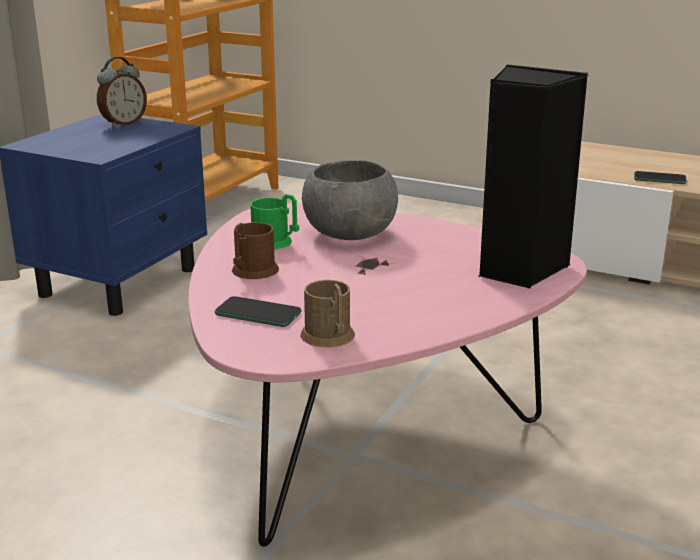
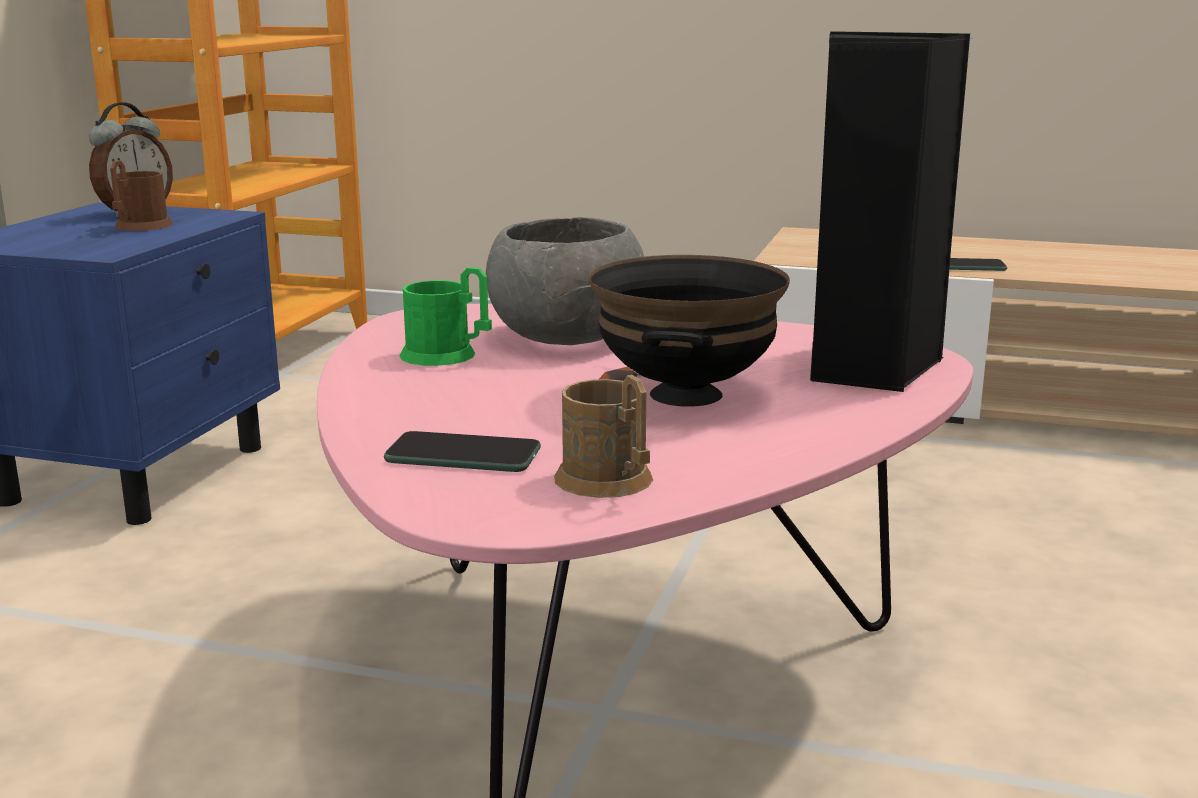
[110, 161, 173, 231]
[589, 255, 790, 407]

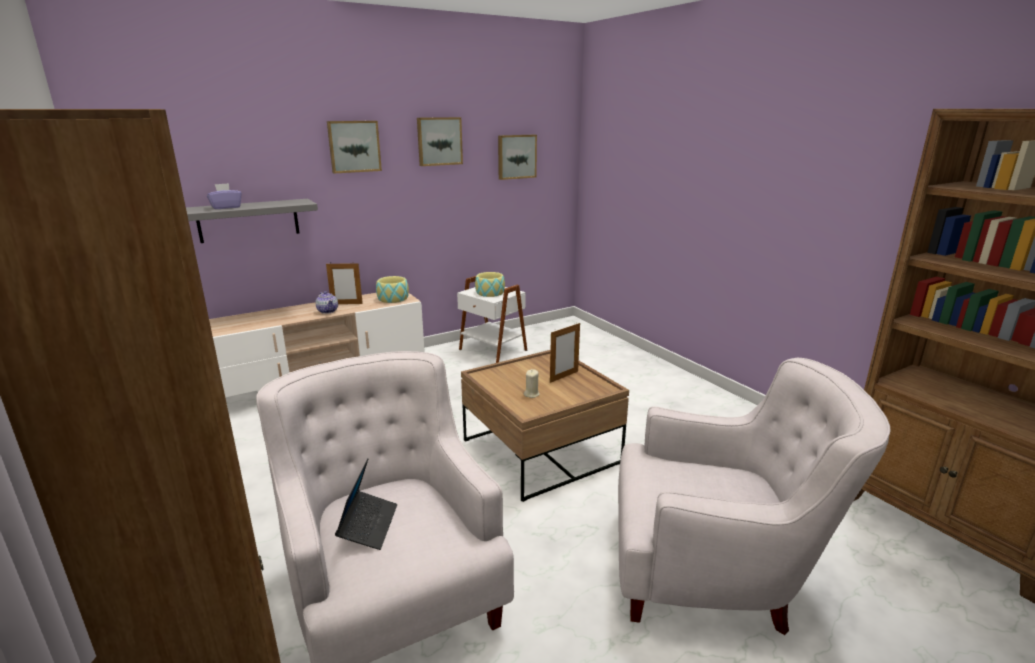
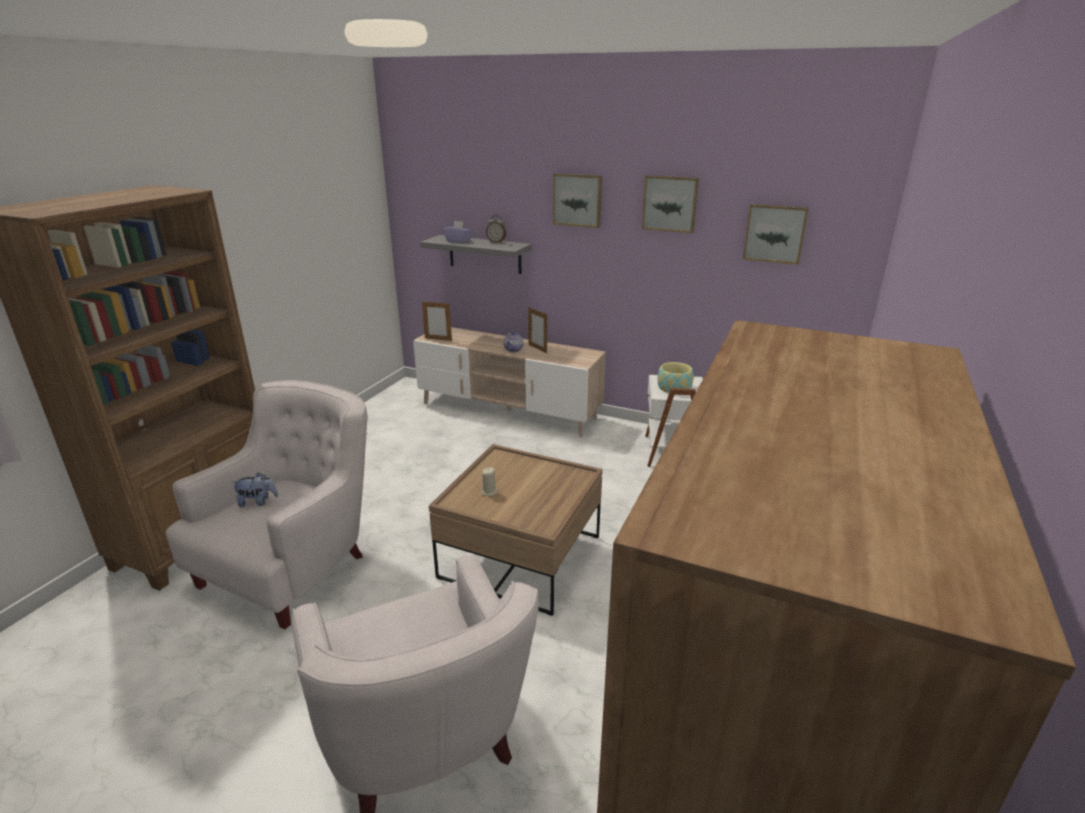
[233, 472, 278, 507]
[422, 300, 452, 341]
[486, 215, 506, 243]
[376, 276, 409, 303] (first image)

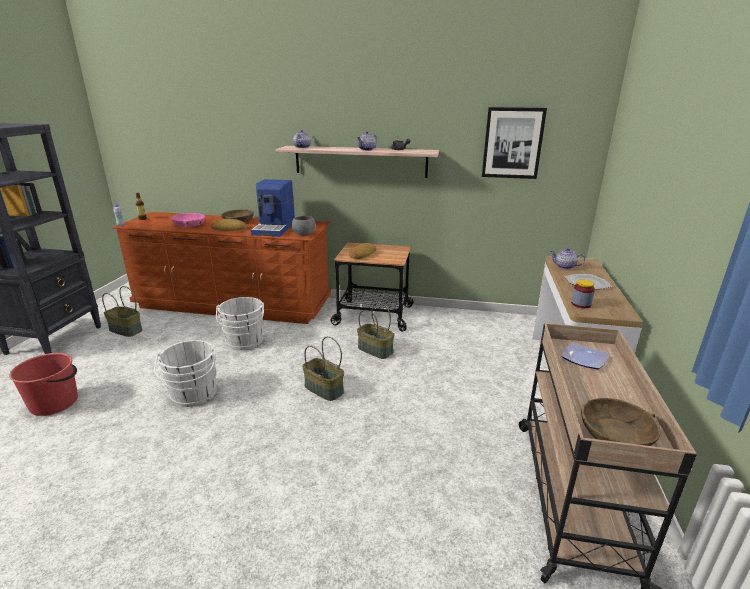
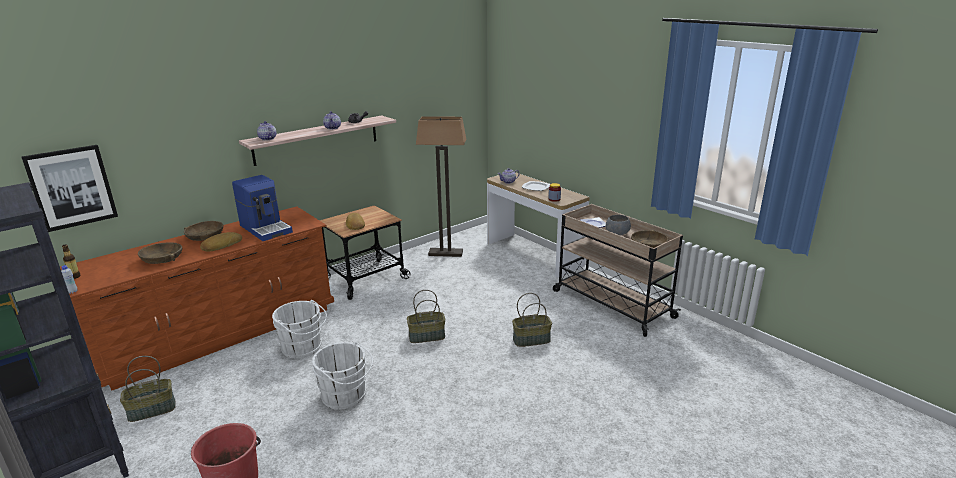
[21, 145, 118, 232]
[138, 242, 182, 264]
[416, 116, 466, 257]
[512, 293, 552, 347]
[606, 215, 631, 236]

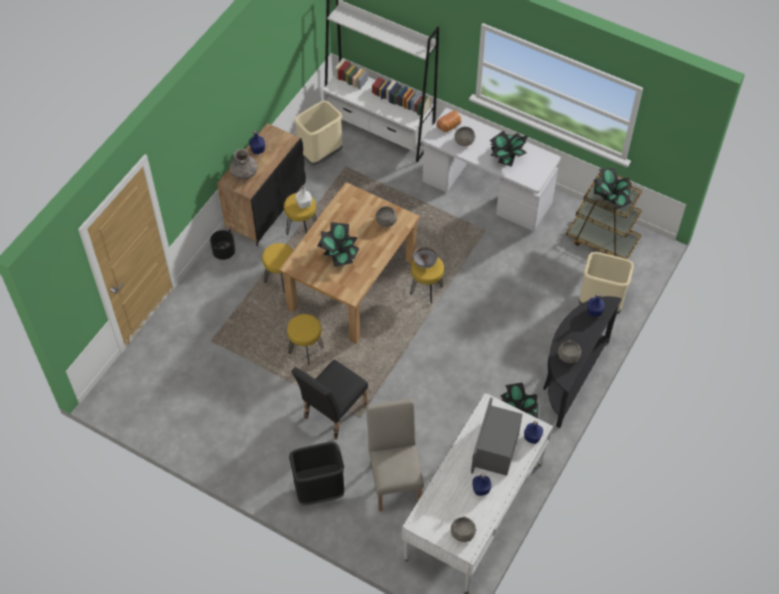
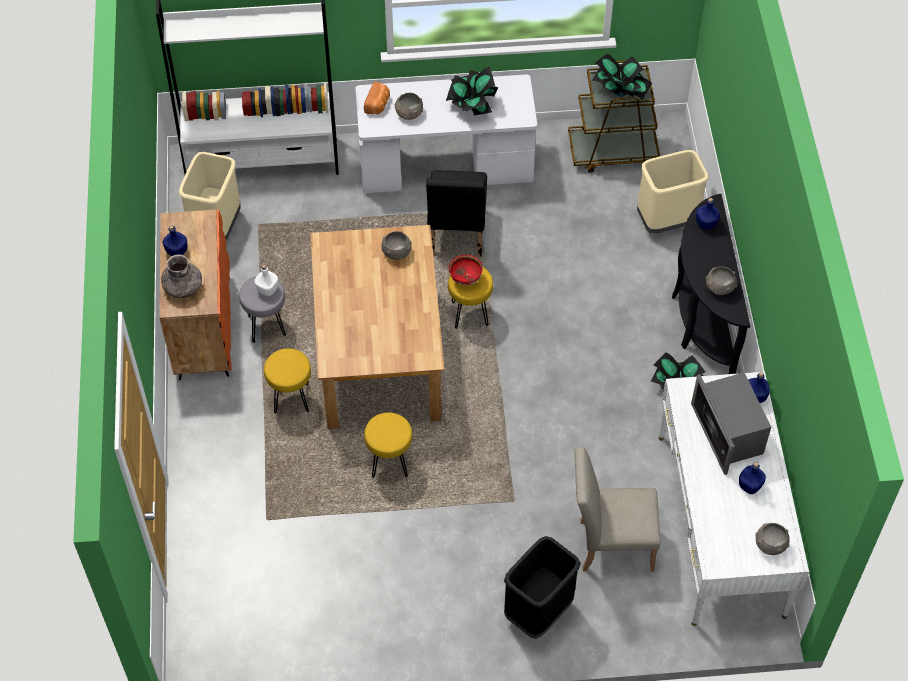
[159, 209, 231, 380]
[239, 276, 286, 343]
[426, 170, 487, 257]
[449, 255, 483, 285]
[575, 447, 661, 571]
[210, 230, 235, 260] (first image)
[318, 222, 359, 267] (first image)

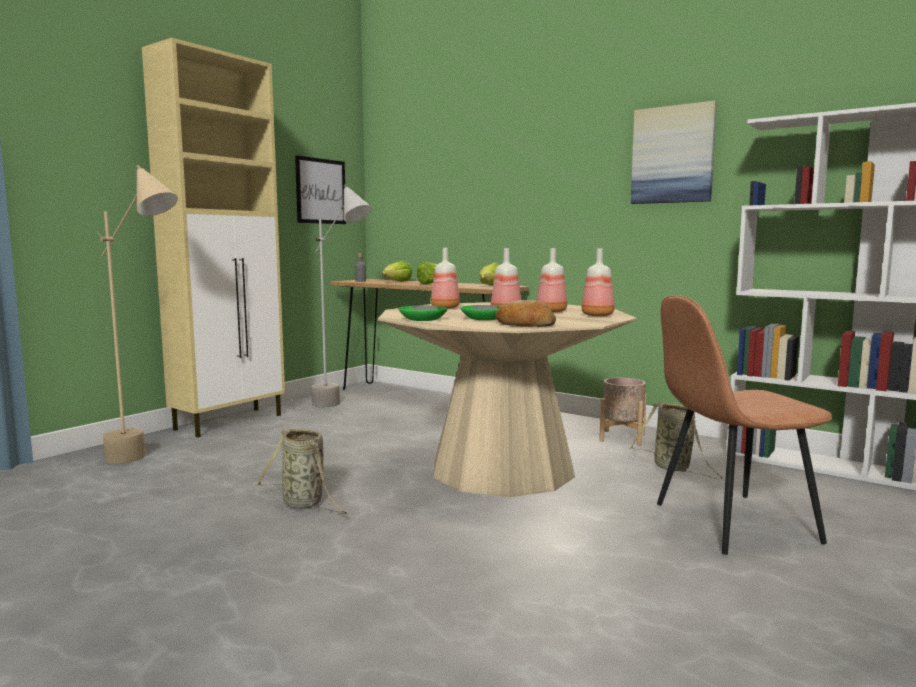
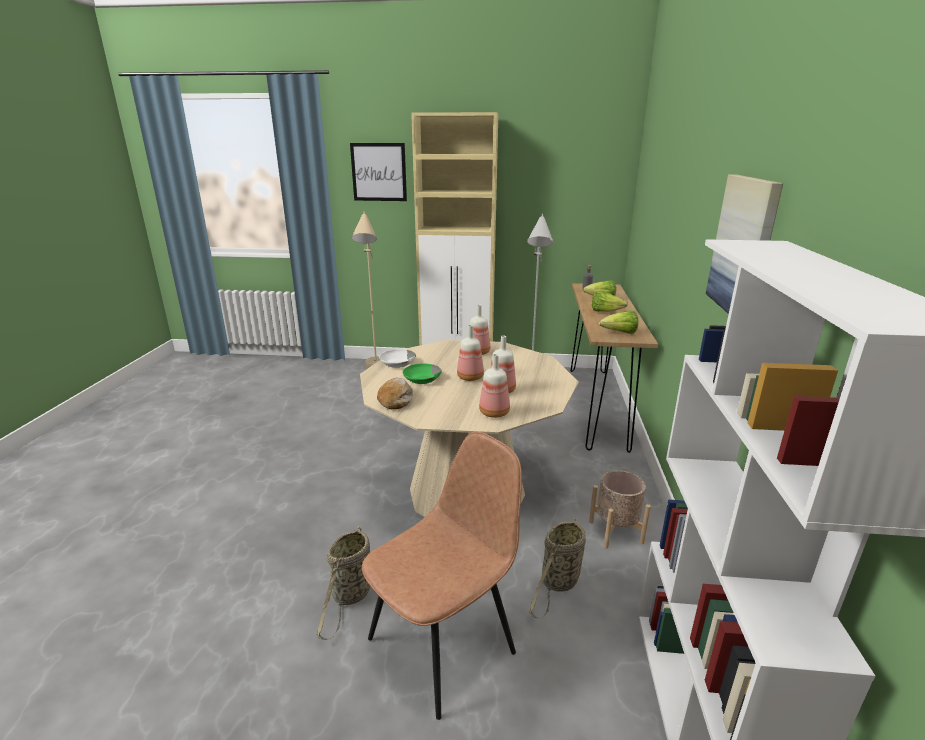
[317, 525, 370, 640]
[350, 143, 407, 201]
[362, 432, 522, 720]
[379, 349, 416, 368]

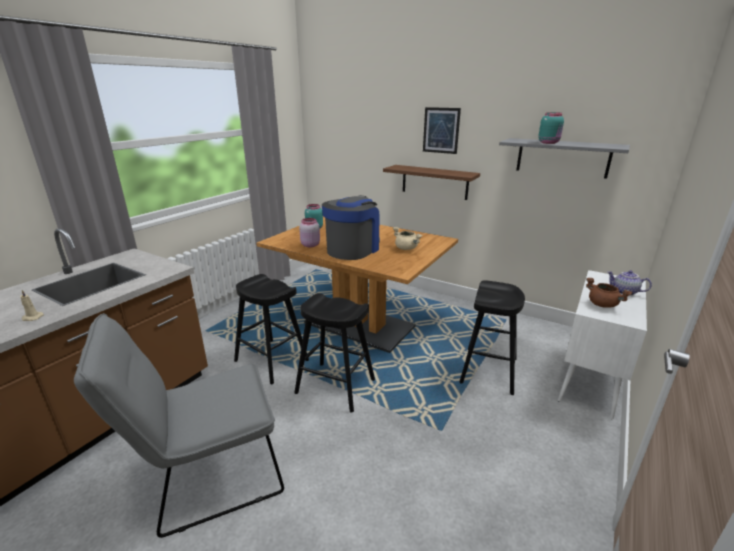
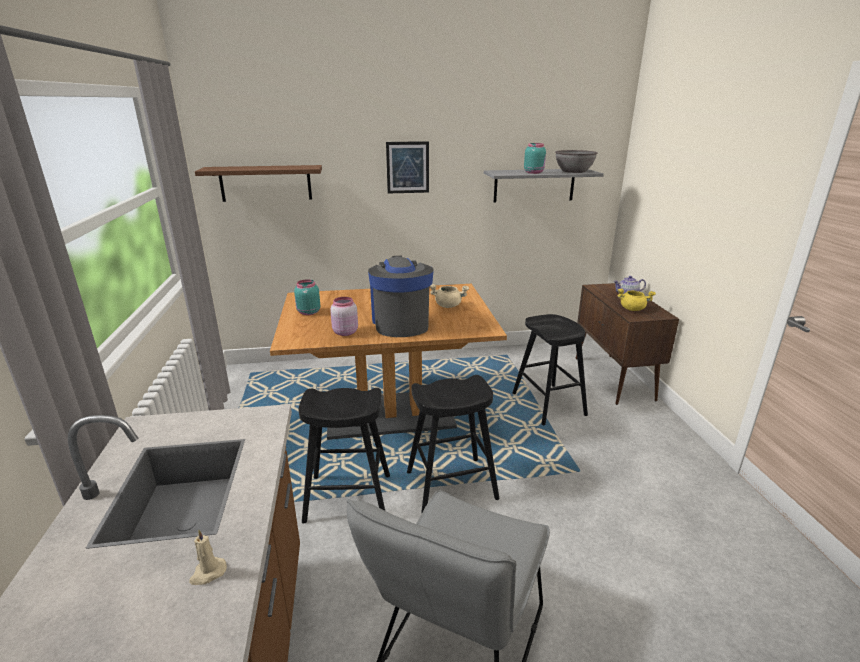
[195, 165, 322, 202]
[555, 150, 598, 173]
[575, 283, 679, 405]
[618, 289, 656, 311]

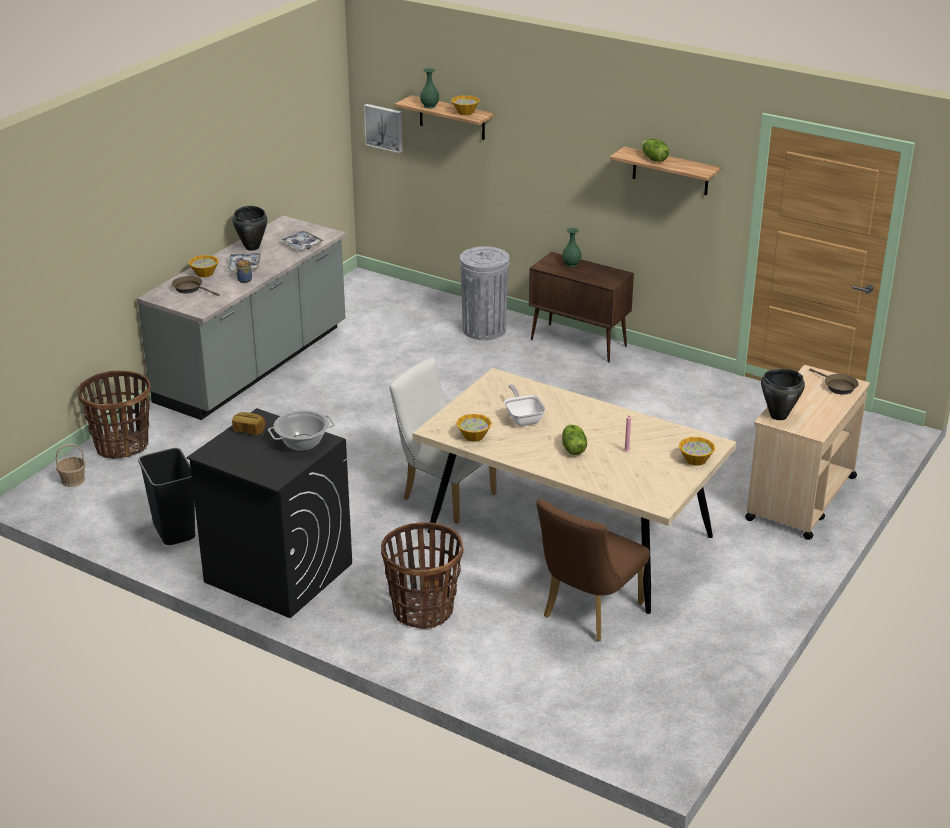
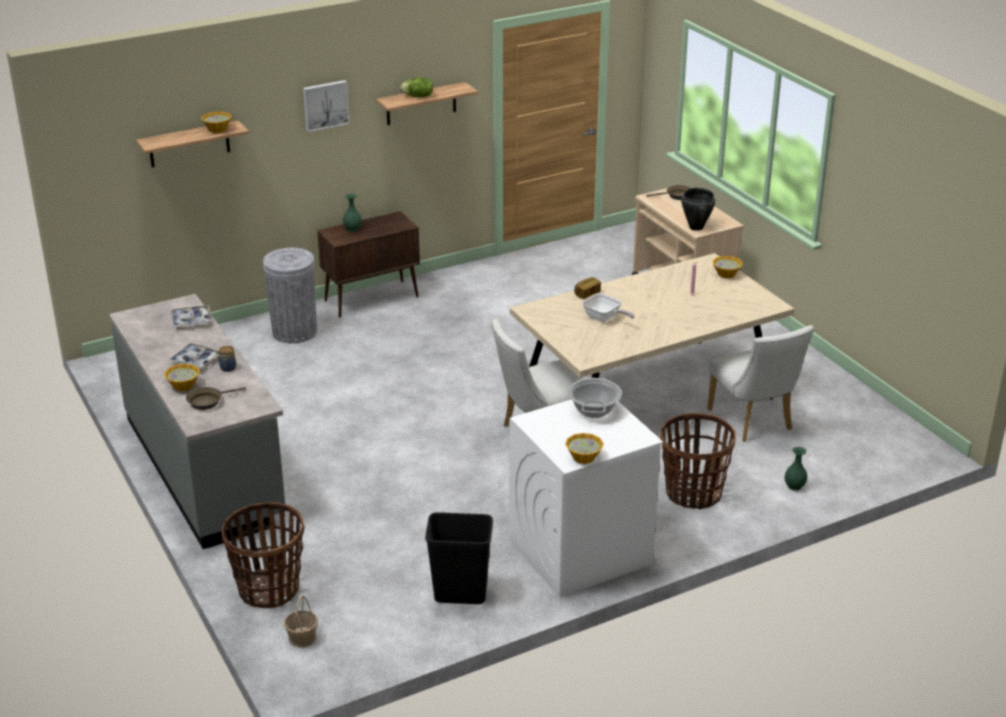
[303, 80, 350, 132]
[509, 400, 663, 598]
[565, 433, 604, 464]
[574, 277, 601, 299]
[582, 293, 635, 322]
[707, 325, 814, 442]
[784, 447, 807, 491]
[232, 206, 268, 251] (first image)
[562, 424, 587, 455] (first image)

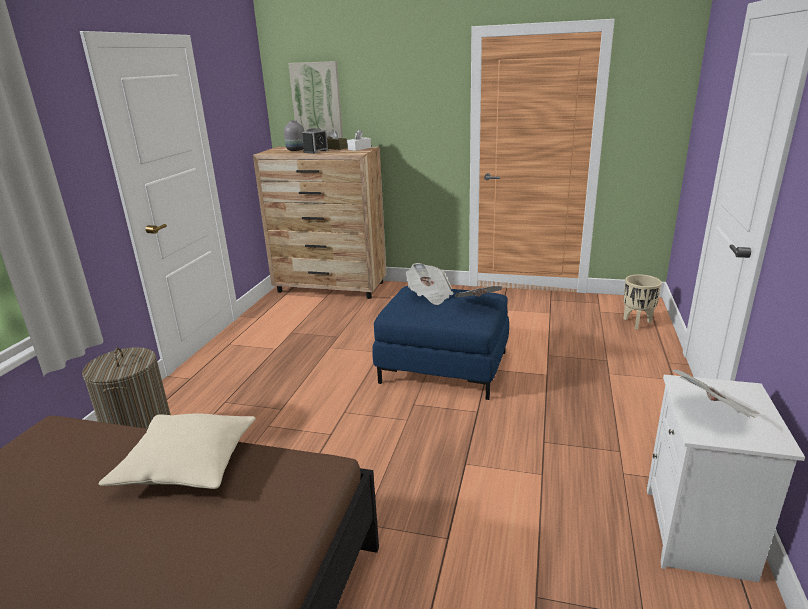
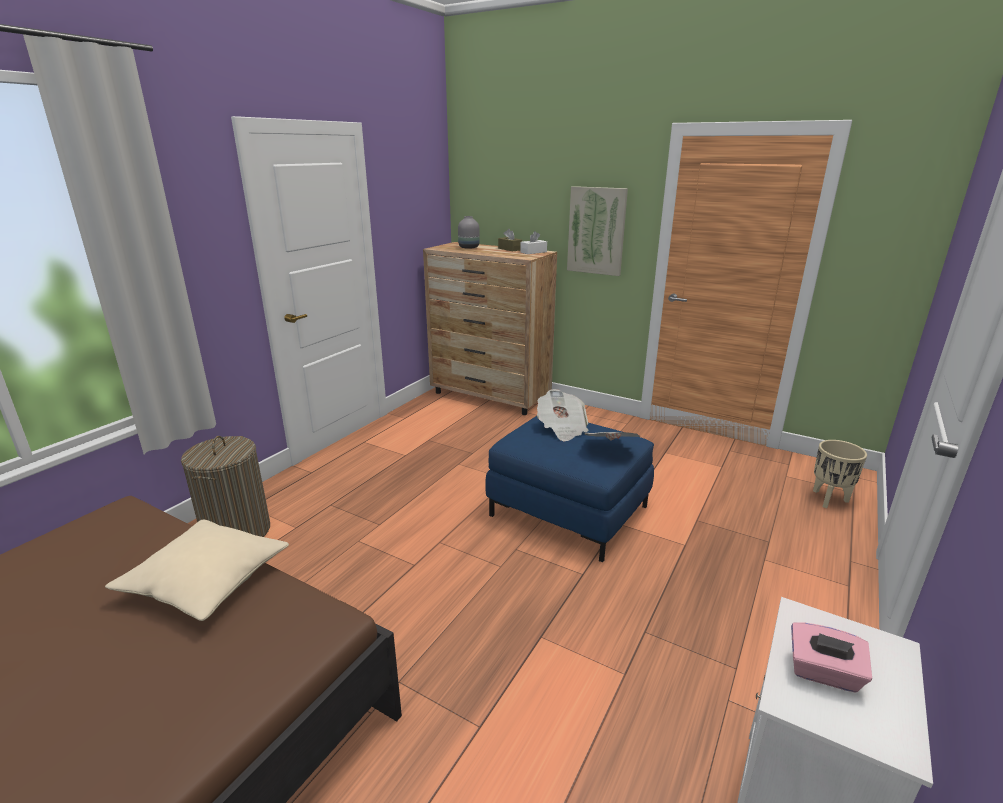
[567, 186, 628, 276]
[791, 622, 872, 692]
[302, 128, 329, 154] (first image)

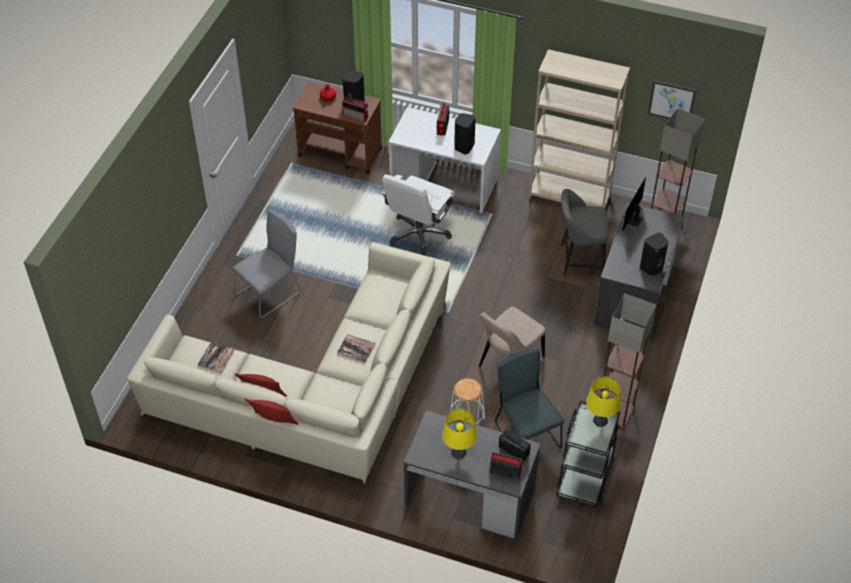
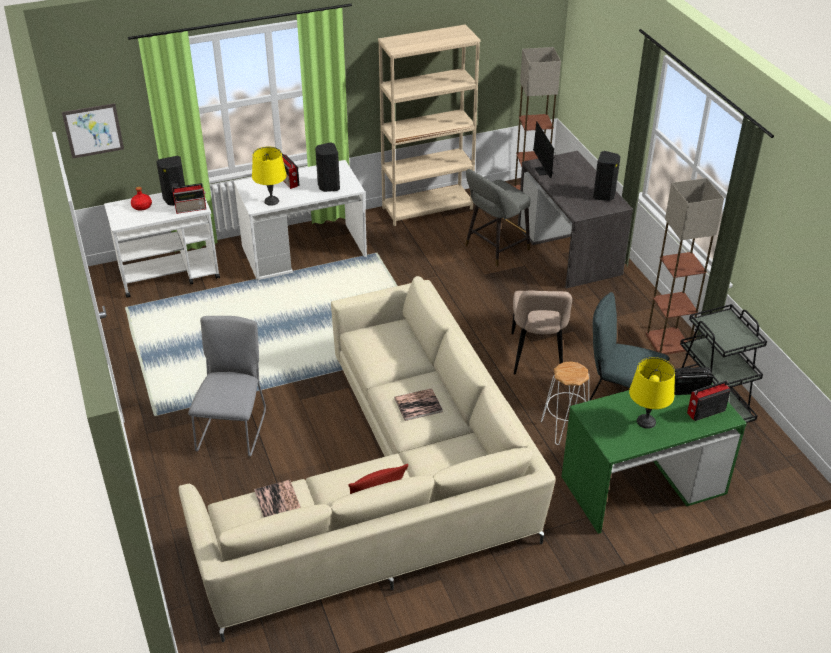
[62, 103, 124, 159]
[104, 193, 220, 298]
[252, 147, 287, 206]
[561, 383, 747, 534]
[245, 399, 298, 425] (first image)
[382, 175, 455, 256] (first image)

